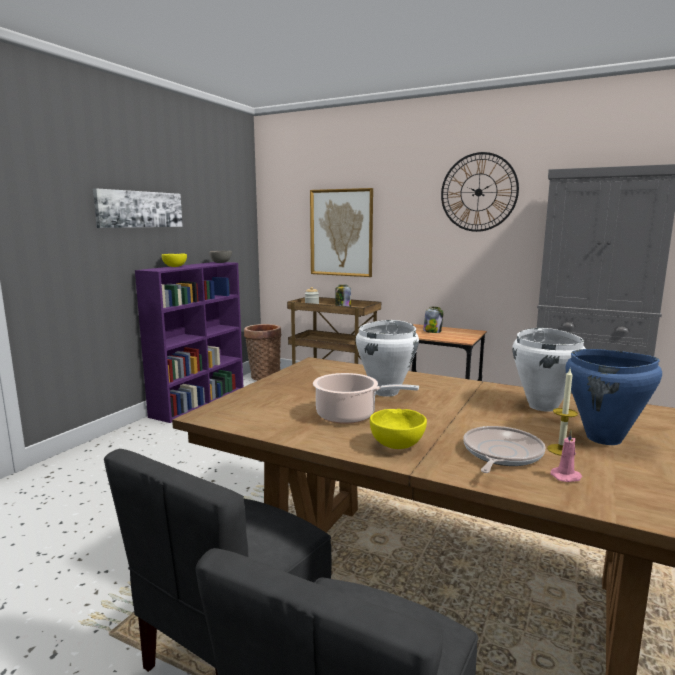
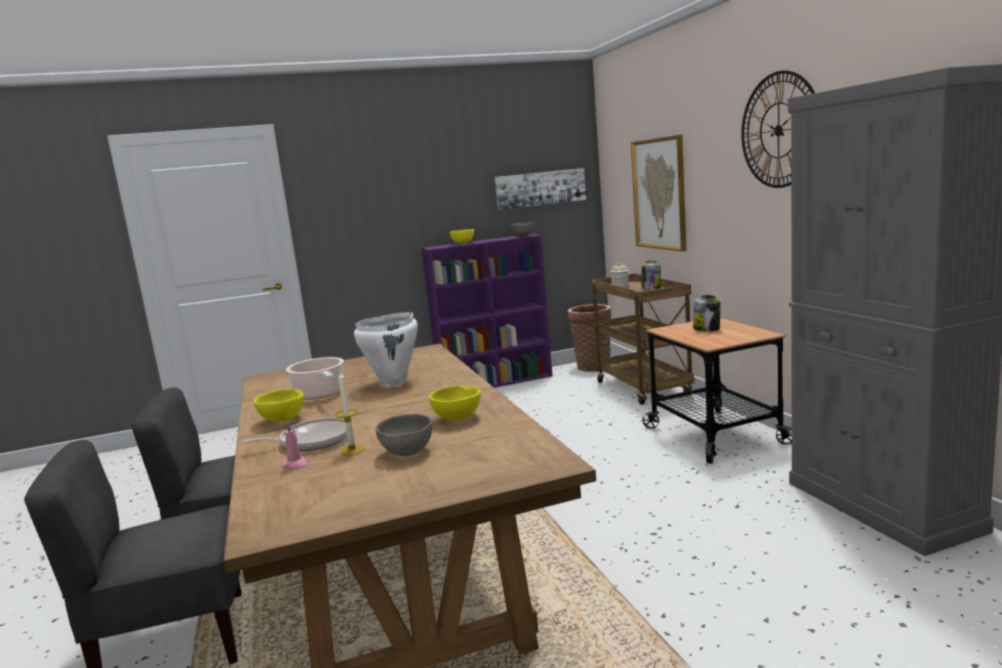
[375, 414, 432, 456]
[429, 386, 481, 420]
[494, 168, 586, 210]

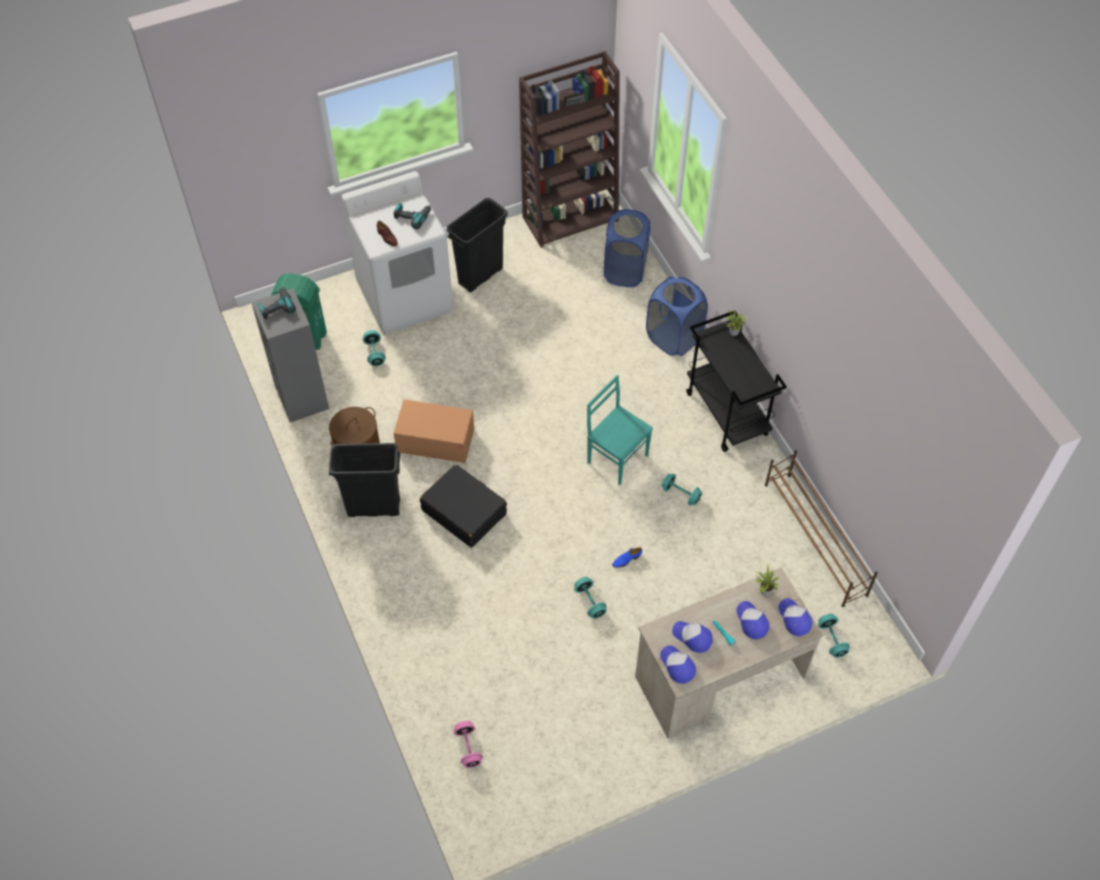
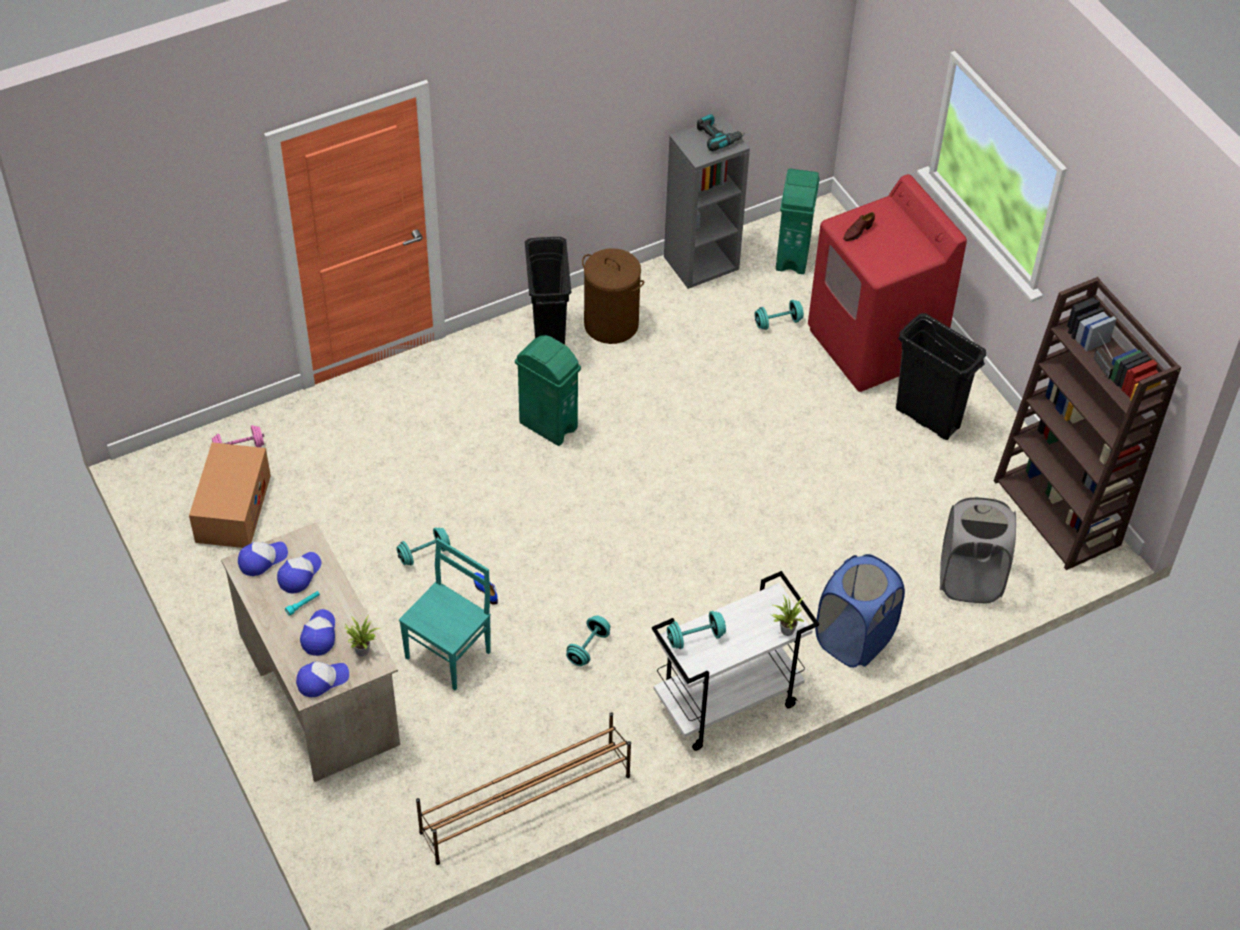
[189, 442, 271, 548]
[300, 609, 335, 656]
[399, 538, 491, 690]
[515, 335, 581, 446]
[652, 571, 819, 751]
[667, 611, 726, 649]
[808, 174, 967, 392]
[940, 497, 1016, 603]
[394, 203, 431, 229] (first image)

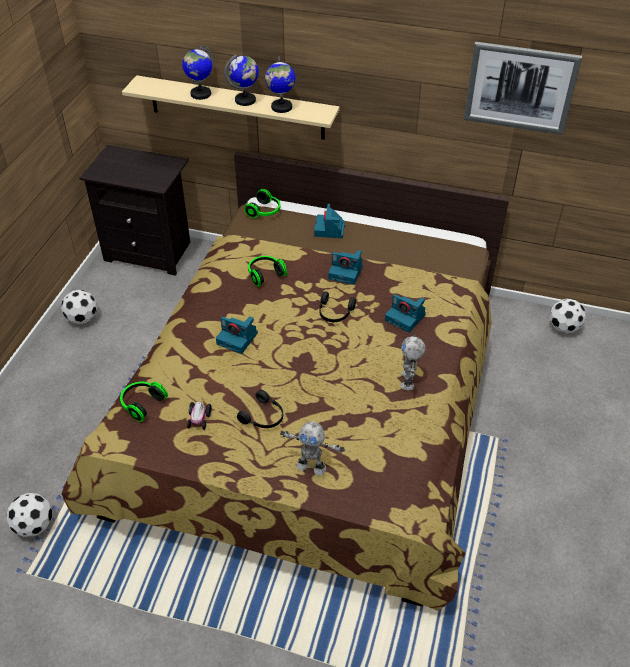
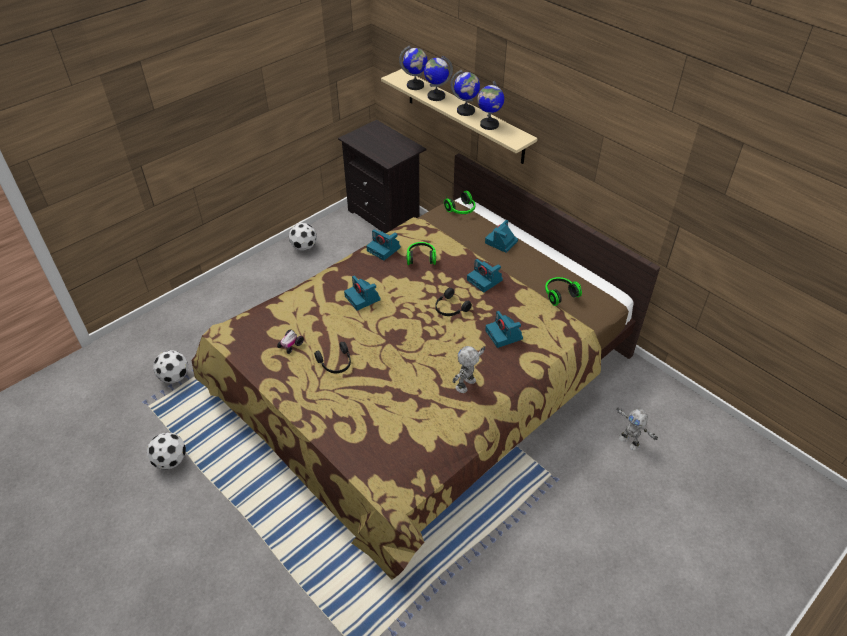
[147, 432, 186, 470]
[366, 230, 401, 260]
[399, 46, 428, 90]
[545, 277, 582, 306]
[616, 407, 658, 450]
[464, 42, 582, 135] (first image)

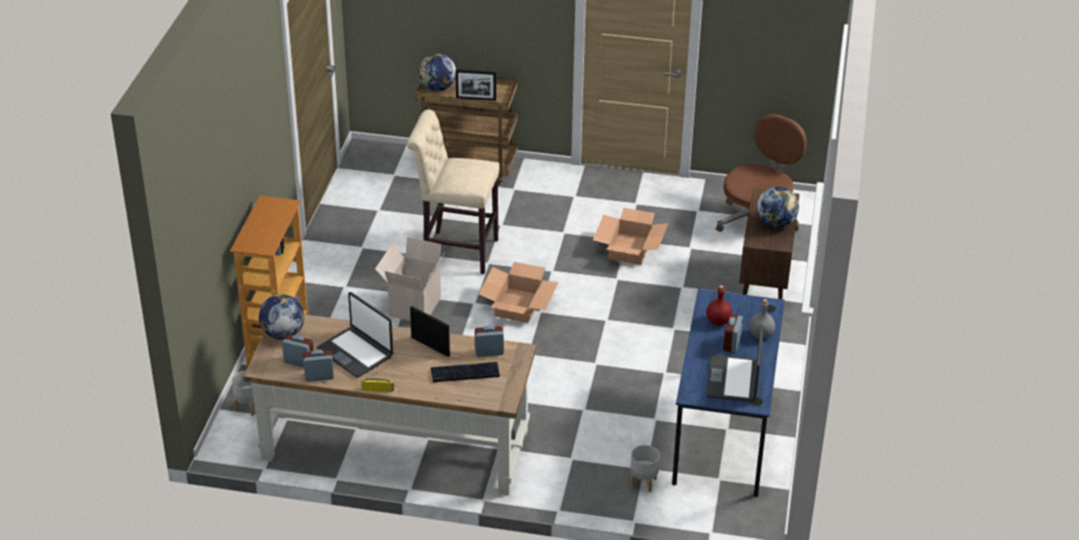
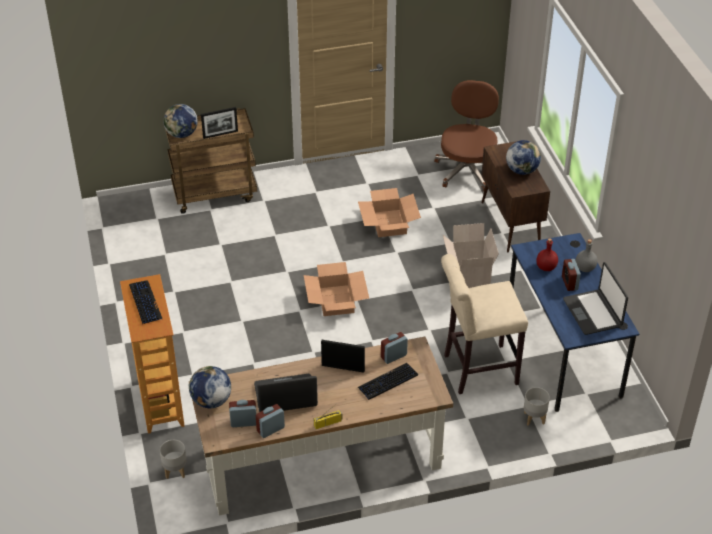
[129, 281, 162, 324]
[254, 374, 318, 412]
[441, 254, 528, 394]
[443, 223, 499, 288]

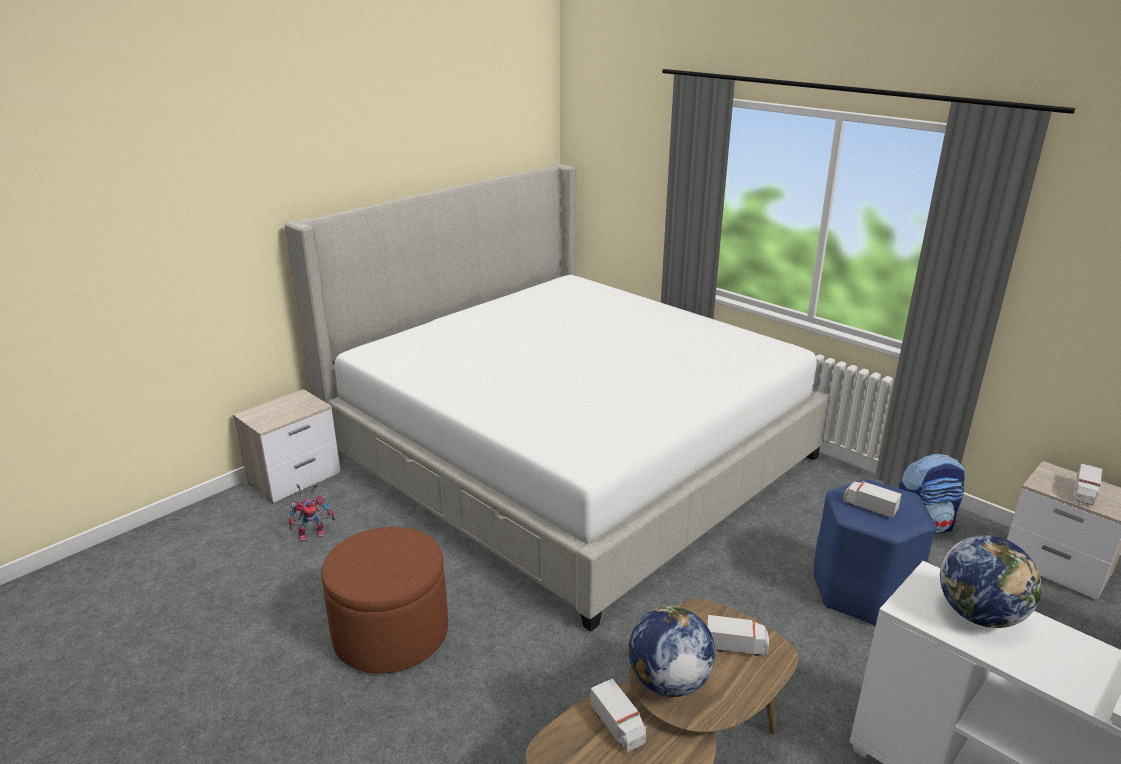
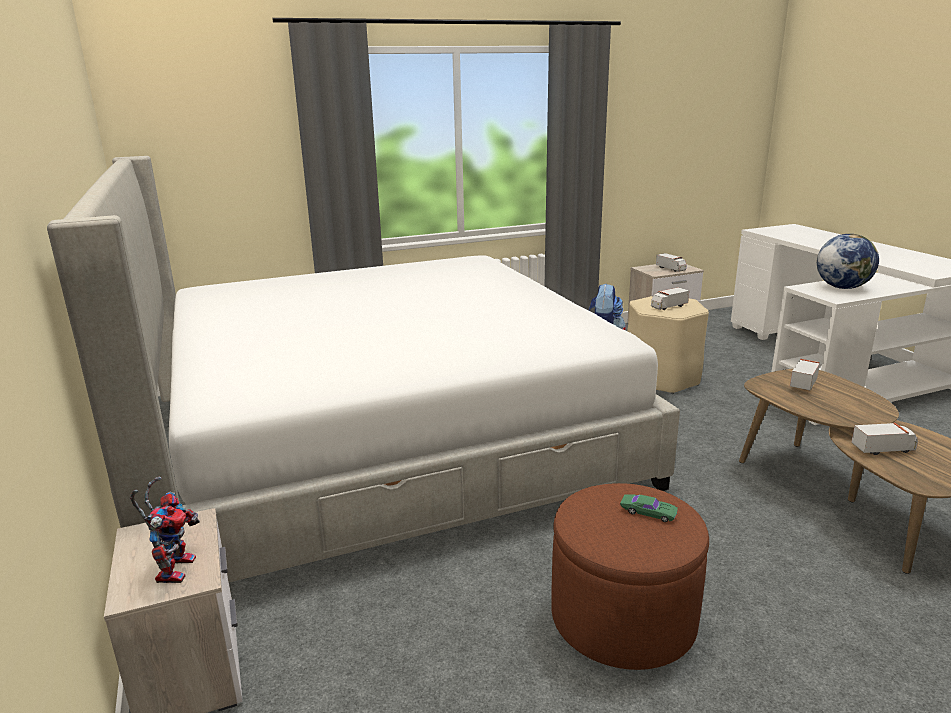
[130, 477, 200, 583]
[620, 494, 678, 522]
[627, 296, 709, 394]
[628, 606, 716, 697] (first image)

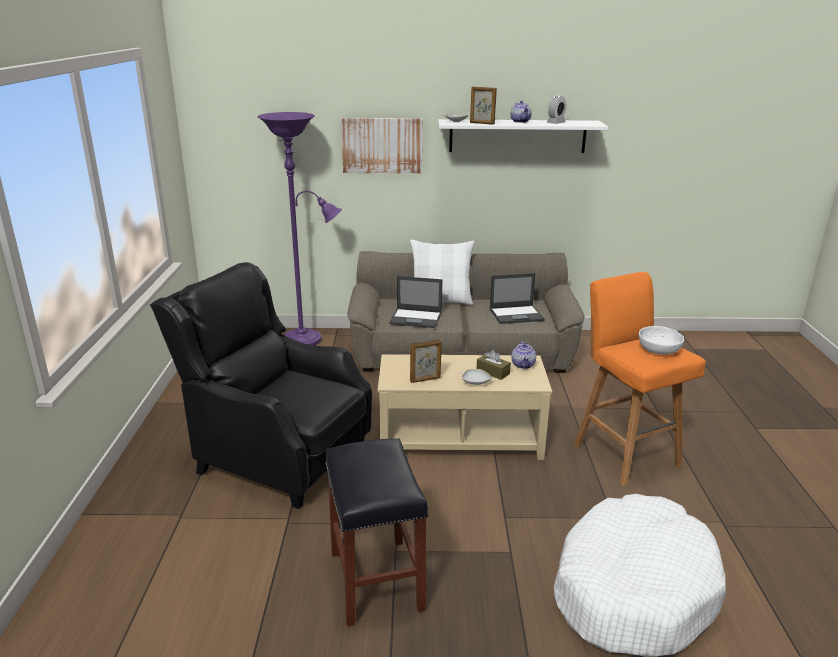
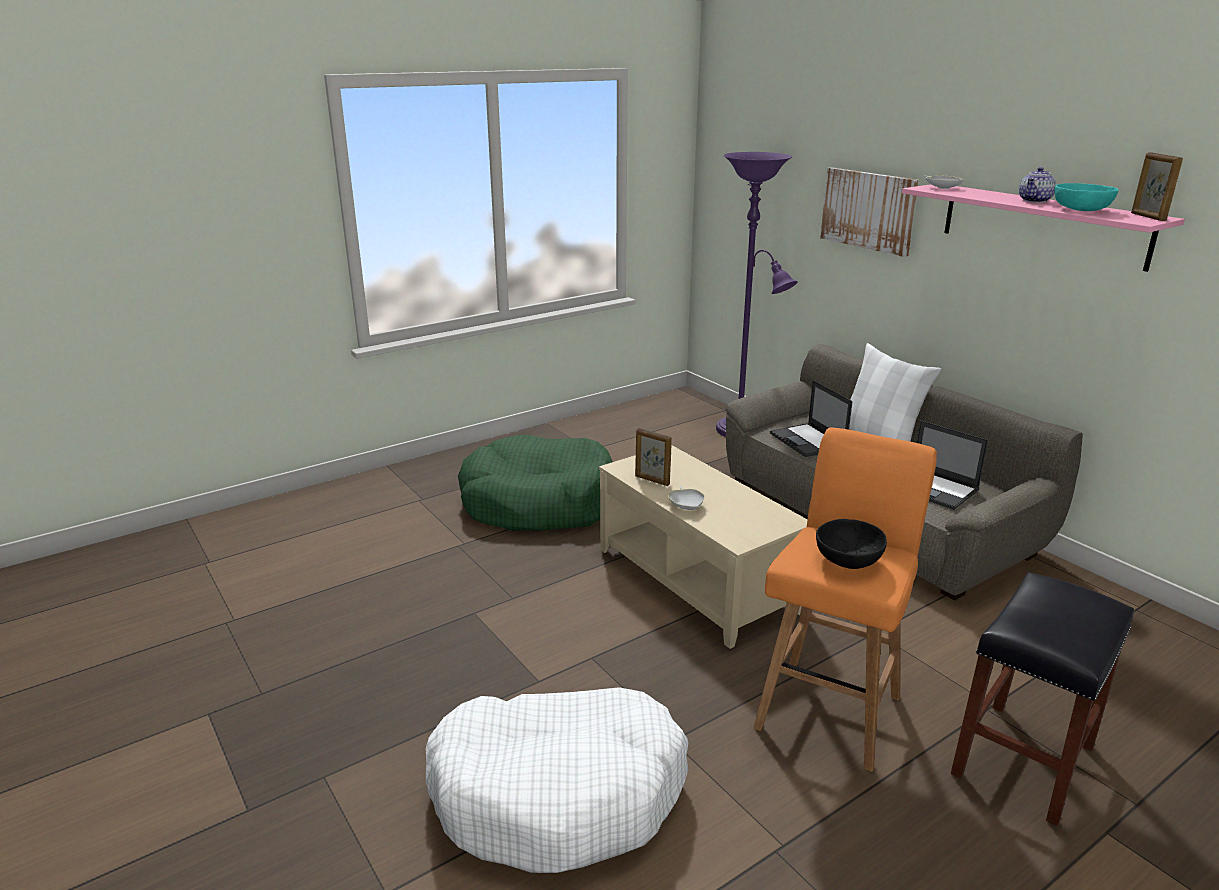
[458, 435, 613, 531]
[816, 519, 887, 569]
[902, 184, 1185, 272]
[951, 572, 1134, 826]
[1054, 183, 1118, 211]
[1131, 152, 1183, 221]
[477, 350, 511, 380] (first image)
[511, 341, 536, 369] (first image)

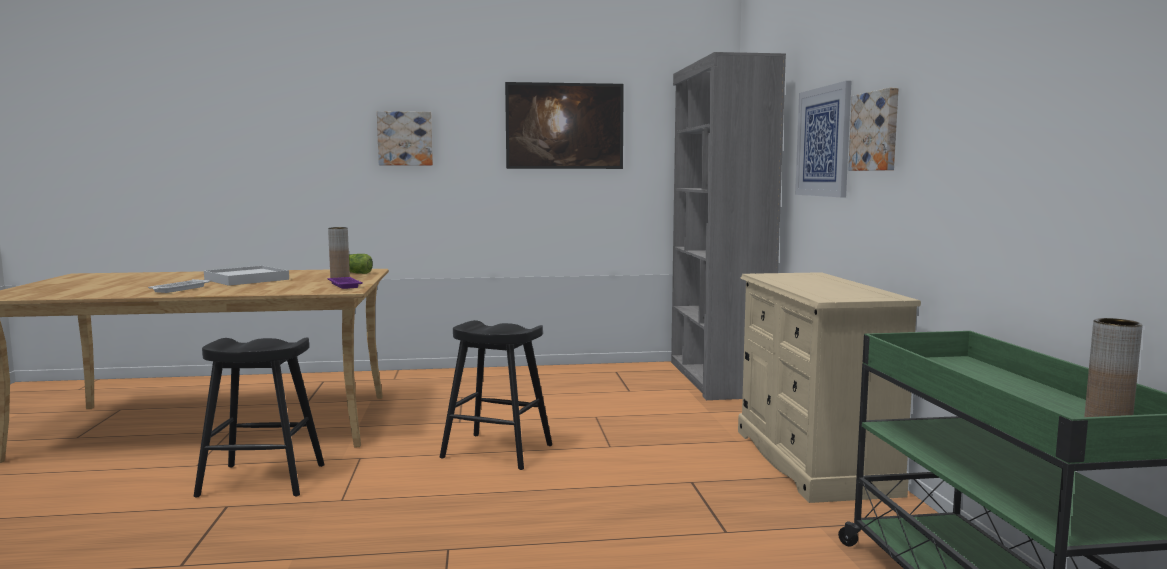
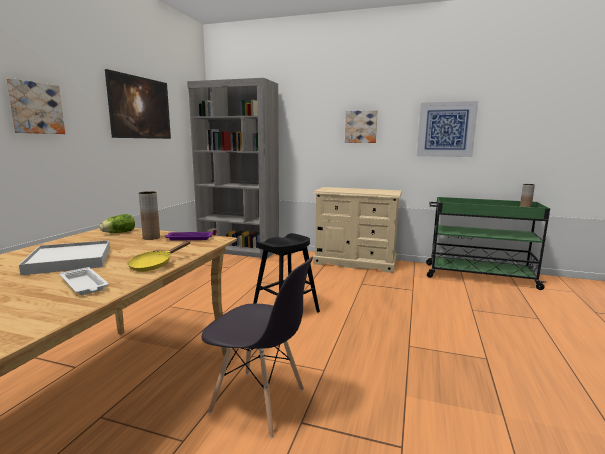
[128, 241, 190, 272]
[202, 257, 313, 437]
[417, 101, 478, 157]

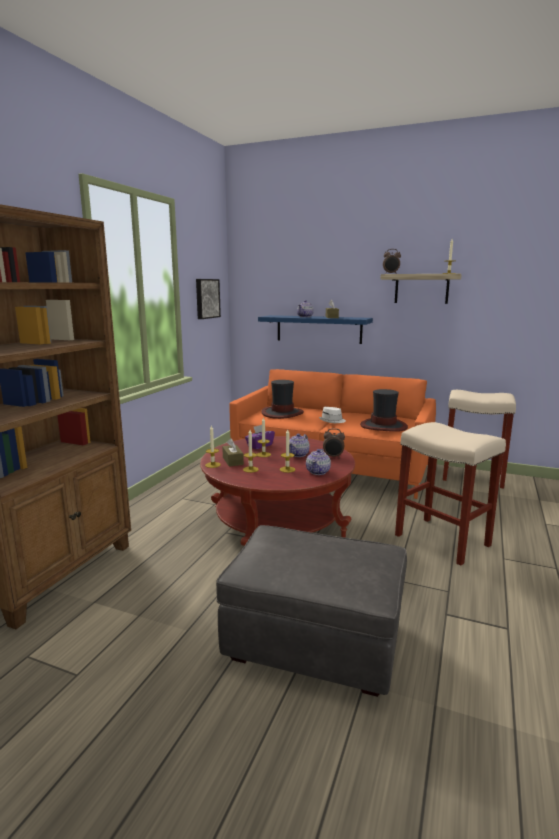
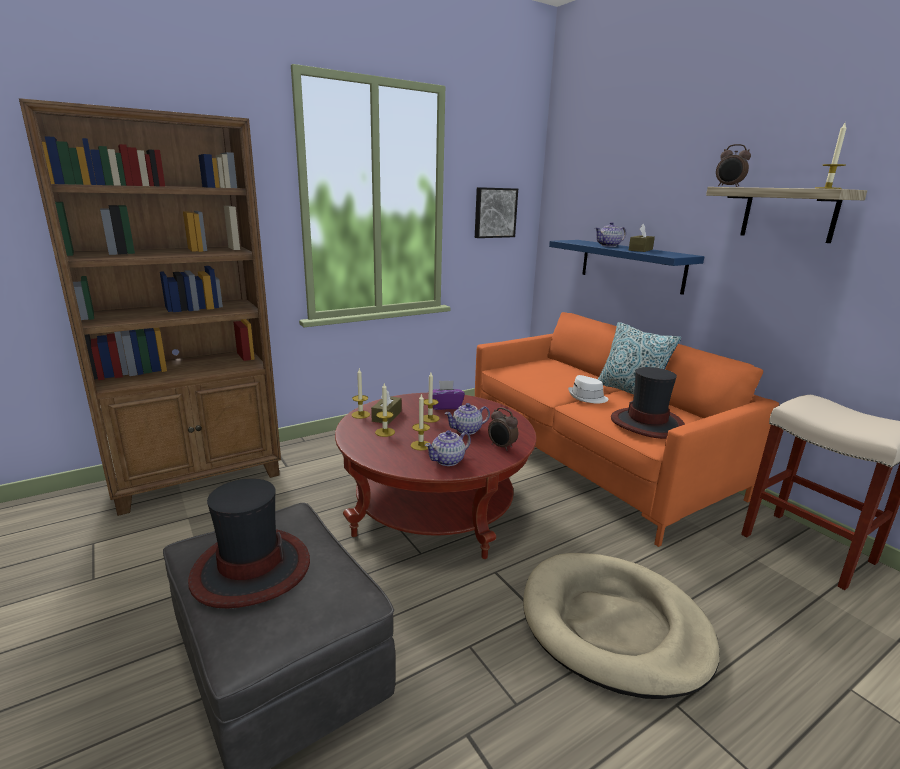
[188, 478, 310, 608]
[523, 553, 720, 699]
[598, 322, 681, 395]

